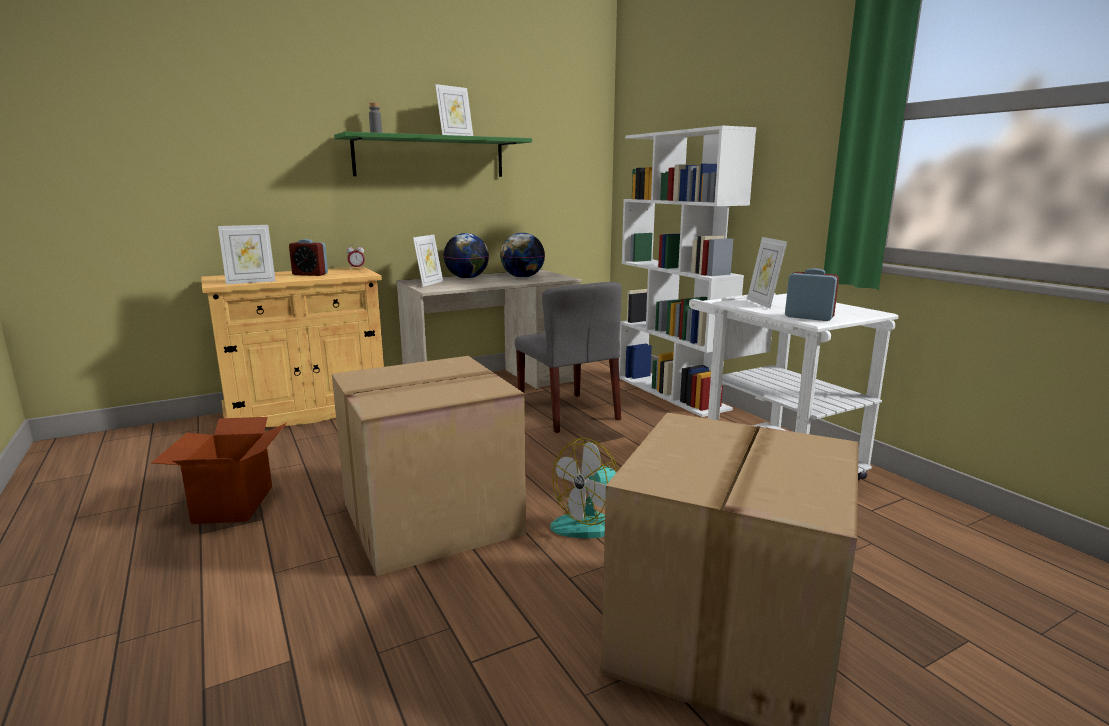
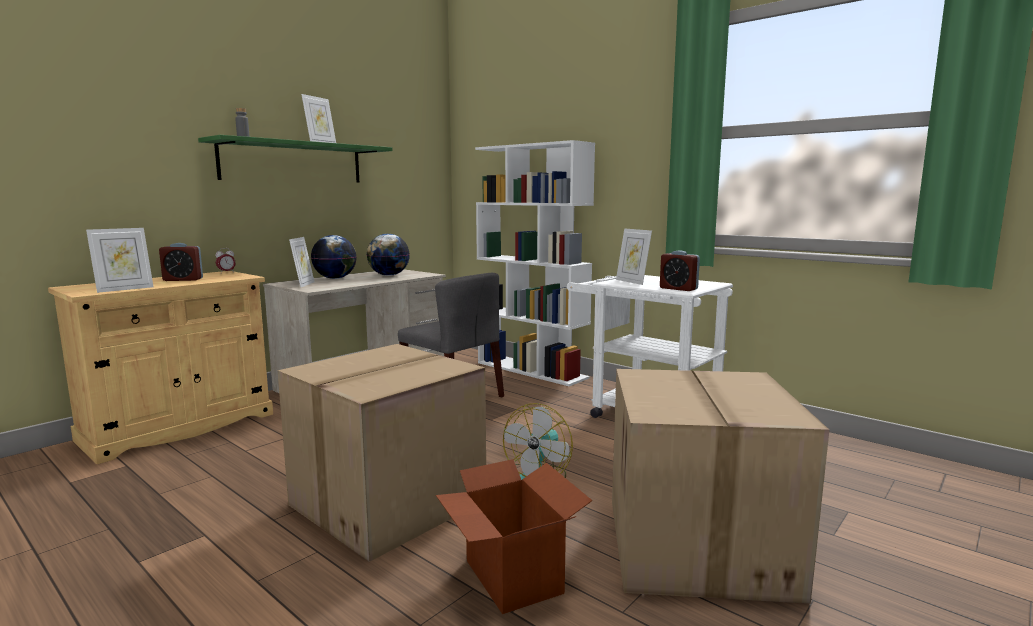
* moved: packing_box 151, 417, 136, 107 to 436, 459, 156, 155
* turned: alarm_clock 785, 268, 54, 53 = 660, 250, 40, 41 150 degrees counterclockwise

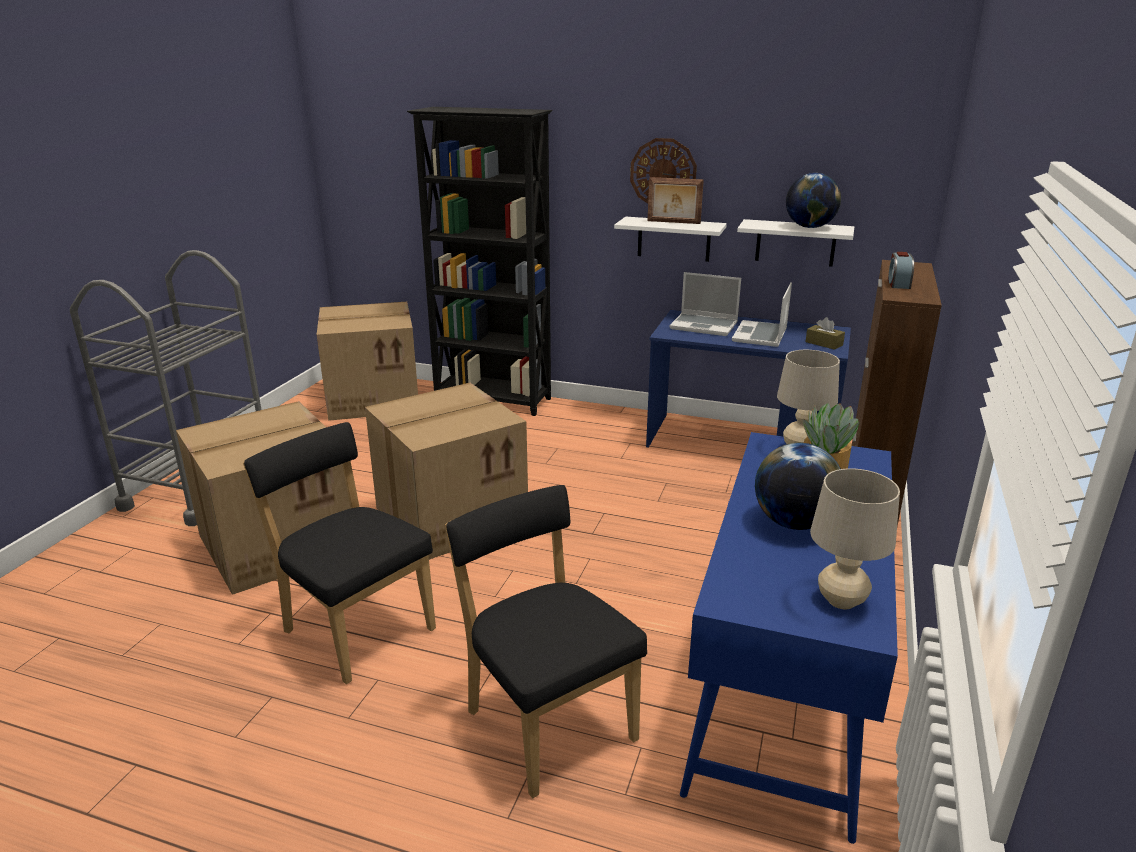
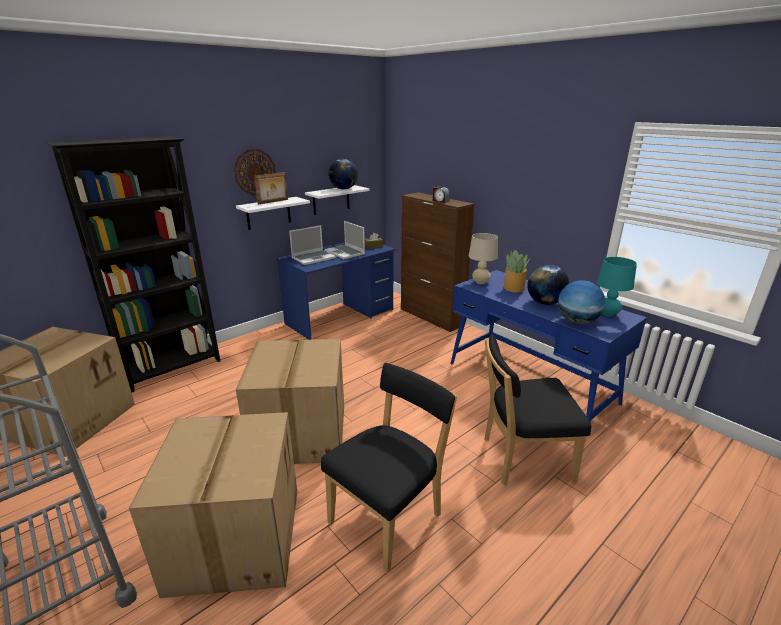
* turned: black_upright_chair 243, 422, 193, 262 = 321, 363, 136, 210 150 degrees clockwise
* recoloured: beige-coloured_table_lamp 810, 468, 90, 141 to turquoise-coloured_table_lamp 597, 257, 40, 59
* added: world_globe 558, 280, 47, 44

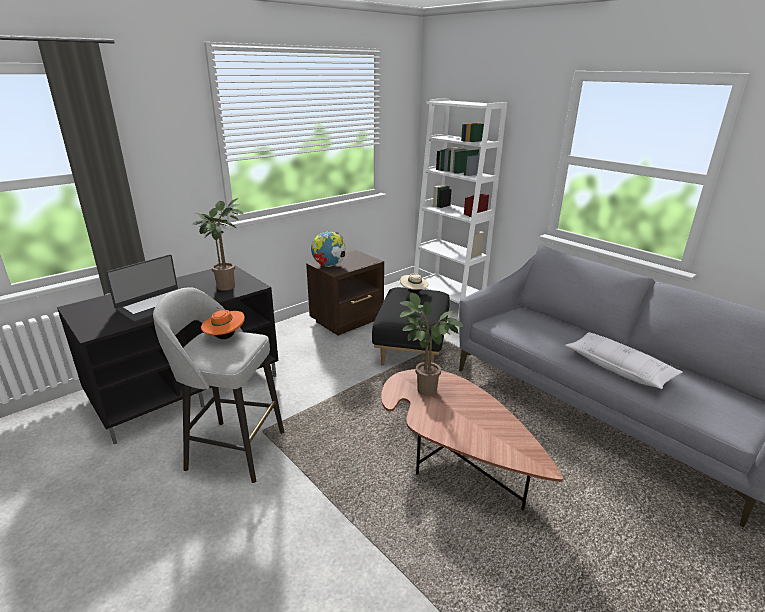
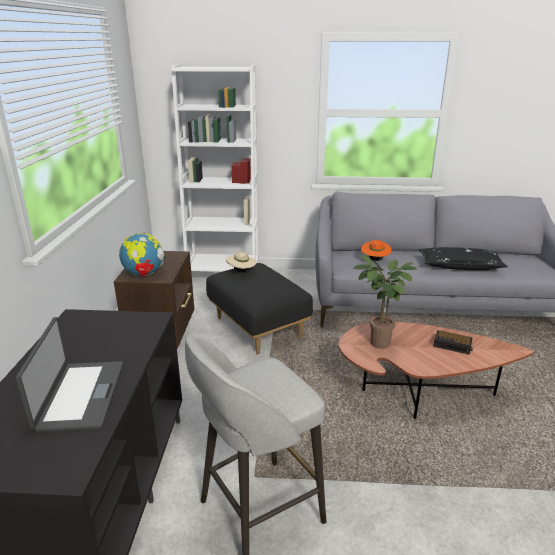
* removed: houseplant 192, 198, 52, 93
* moved: orange_hat 201, 308, 44, 31 to 361, 240, 31, 21
* recoloured: whitish_pillow 565, 332, 118, 57 to black_pillow 419, 247, 89, 23
* added: alarm_clock 433, 330, 40, 25

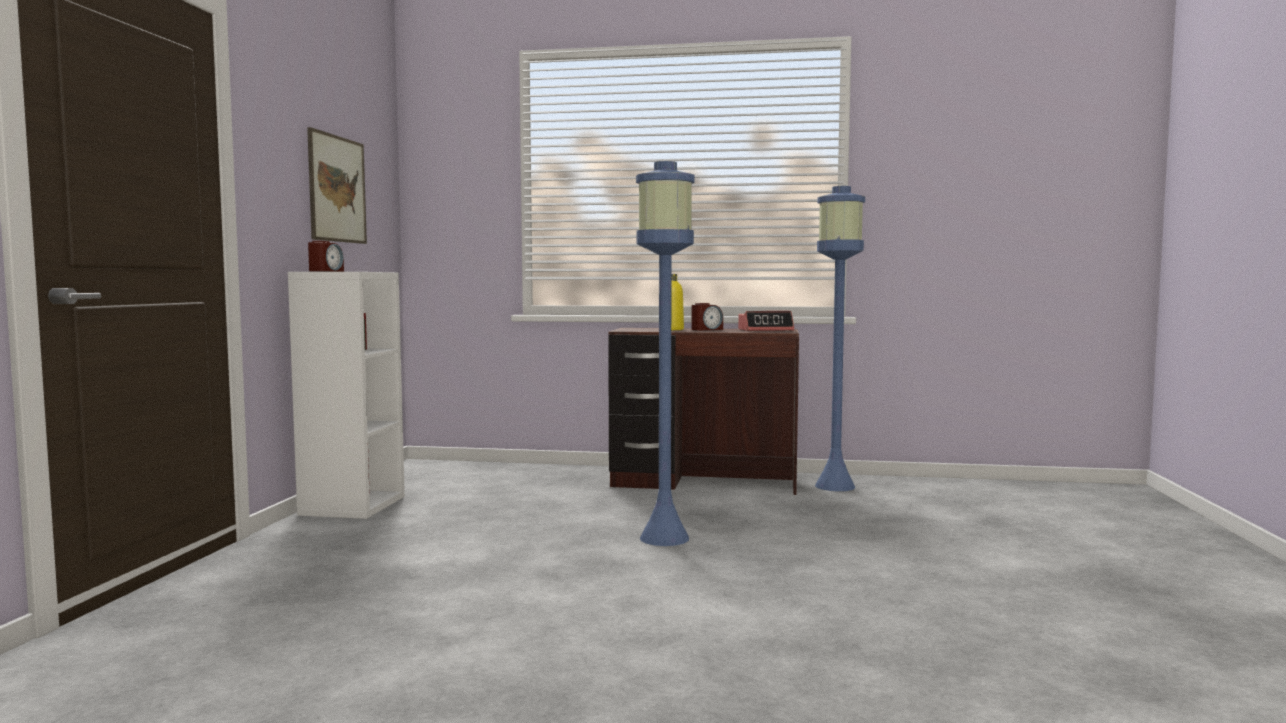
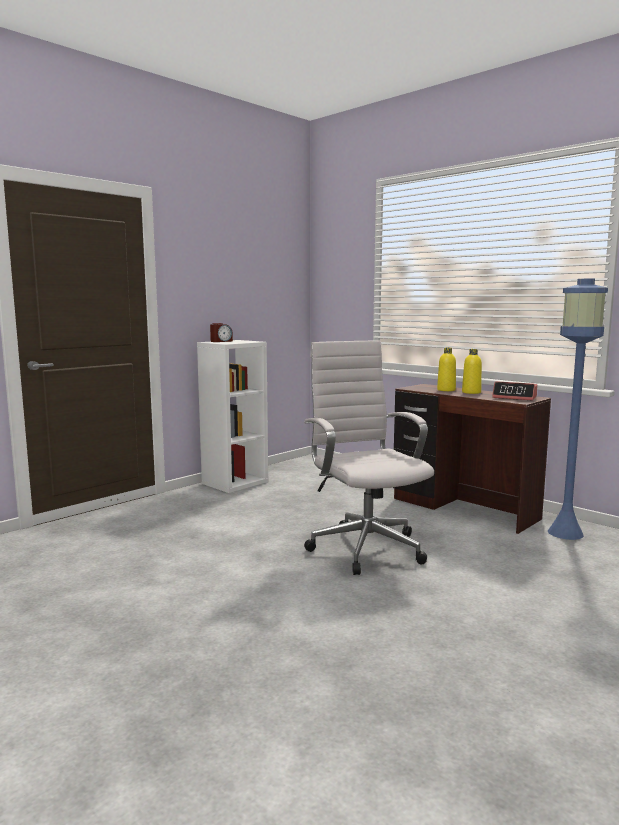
* removed: picture 307, 127, 60, 117
* replaced: blue_standard_lamp 636, 161, 59, 385 to whitish_office_chair 304, 340, 130, 235
* replaced: alarm_clock 692, 303, 31, 28 to yellow_drink_bottle 462, 349, 20, 45

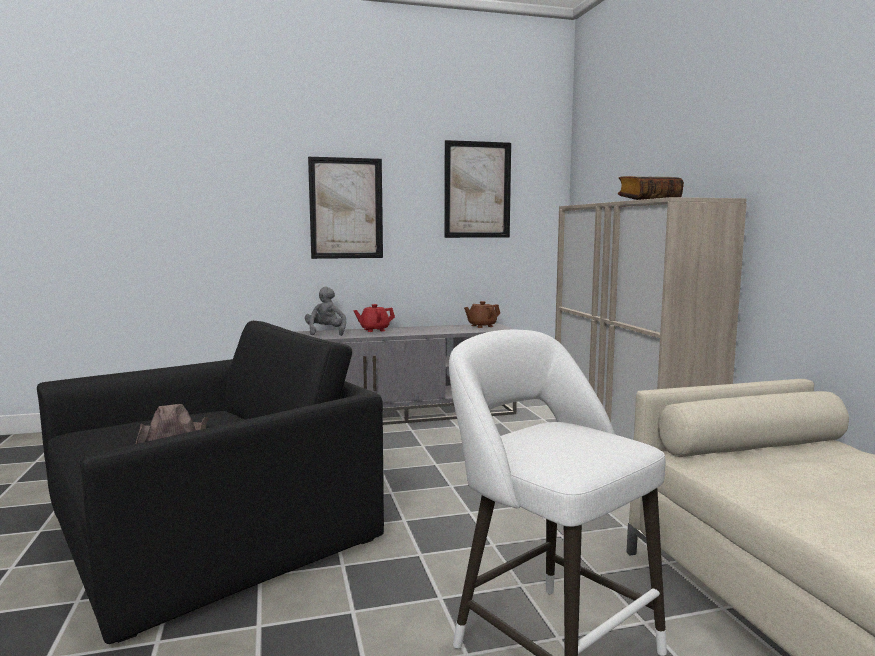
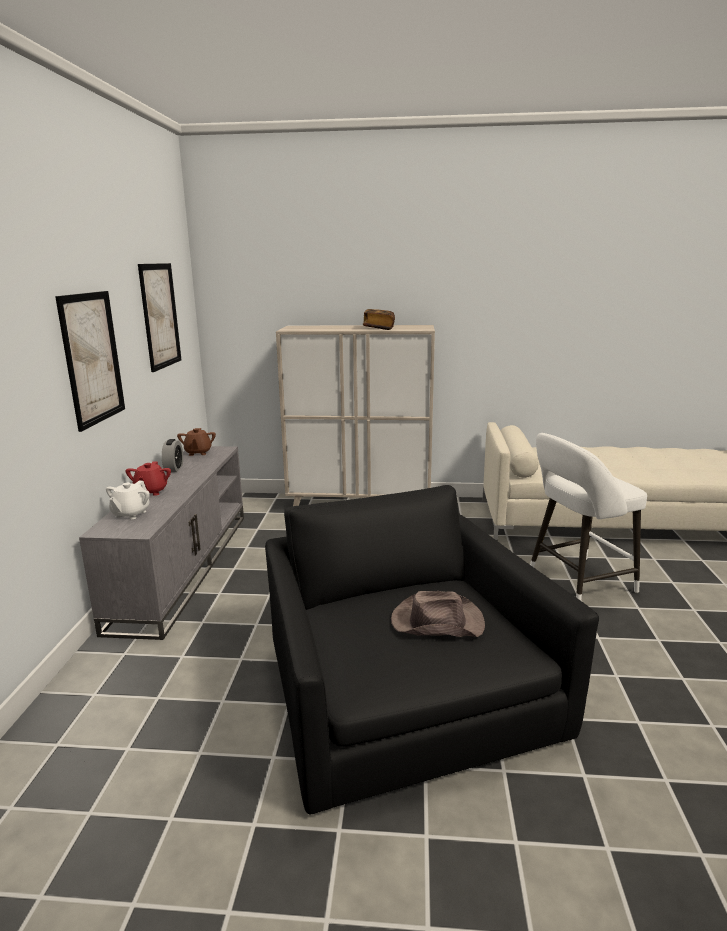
* replaced: greyish_plush_toy 305, 286, 41, 50 to whitish_teapot 106, 480, 44, 39
* added: alarm_clock 162, 439, 21, 33

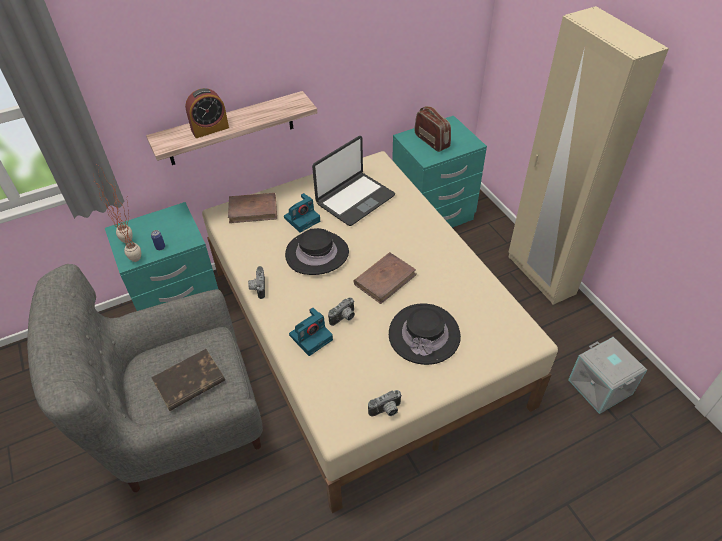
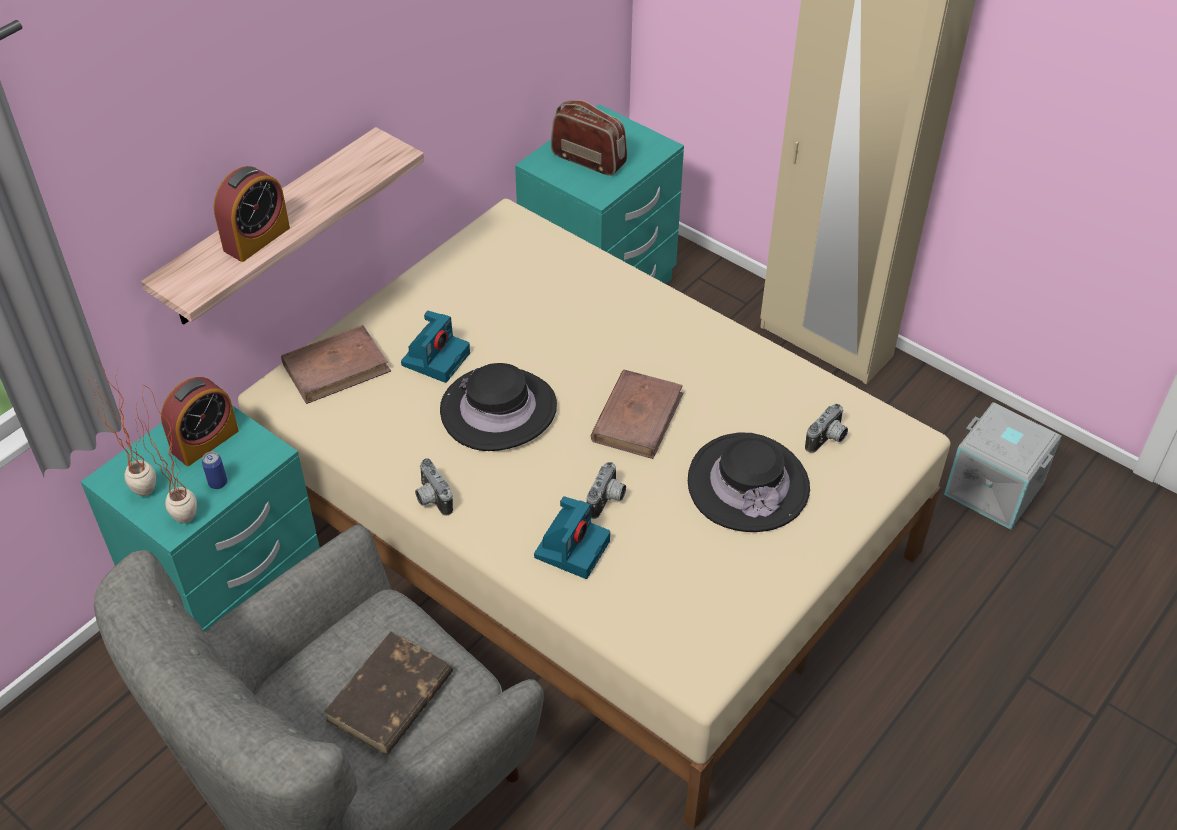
* removed: notebook_computer 312, 136, 83, 90
* moved: photo_camera 368, 390, 34, 26 to 805, 404, 43, 49
* added: alarm_clock 161, 377, 78, 89

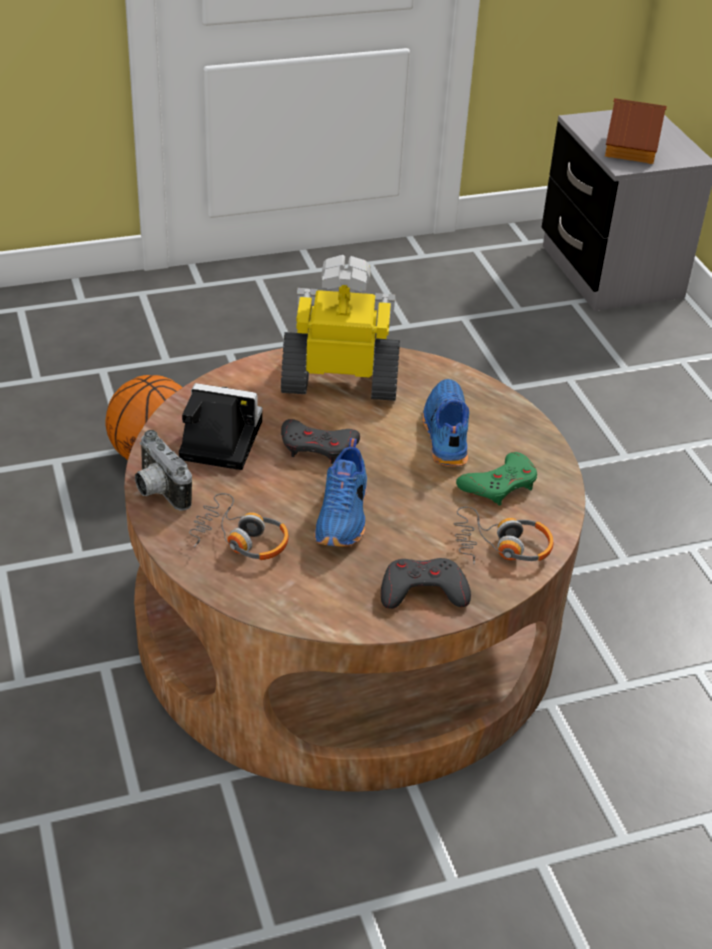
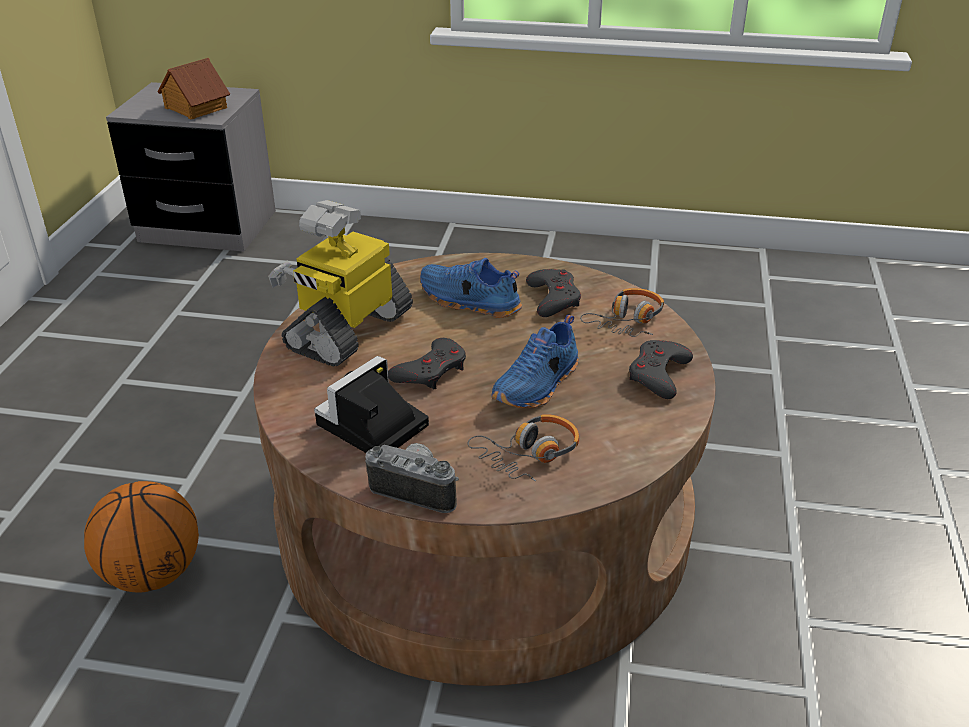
* turned: photo_camera 135, 430, 57, 81 = 366, 443, 93, 70 150 degrees counterclockwise
* turned: blue_item_of_footwear 314, 438, 53, 109 = 492, 314, 86, 94 90 degrees clockwise
* recoloured: green-coloured_joypad 456, 452, 81, 53 to greyish_joypad 526, 269, 55, 48

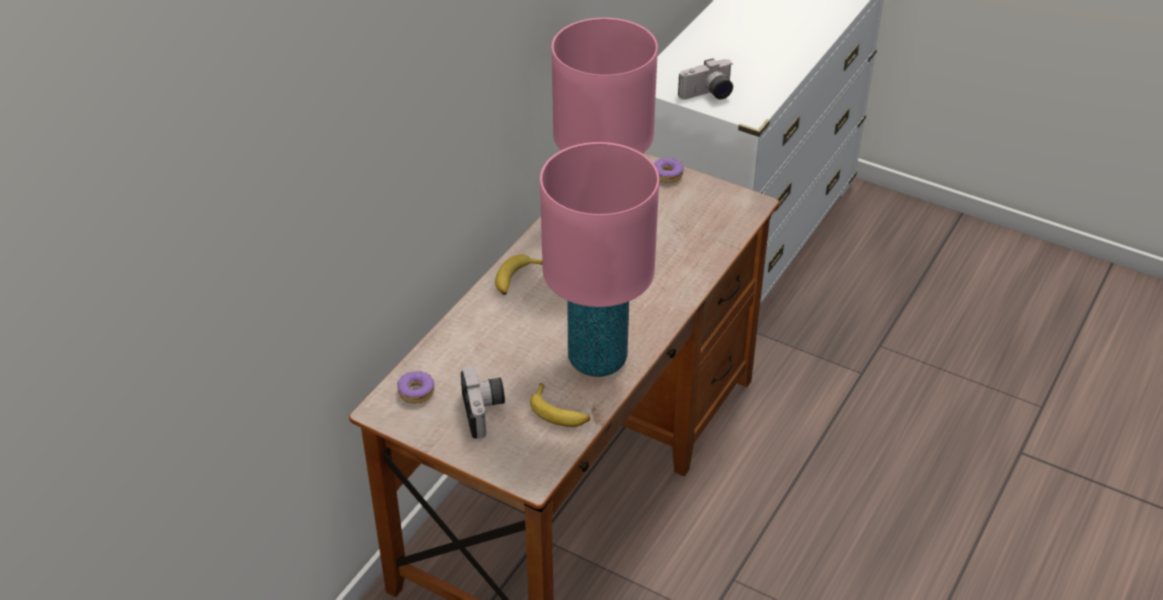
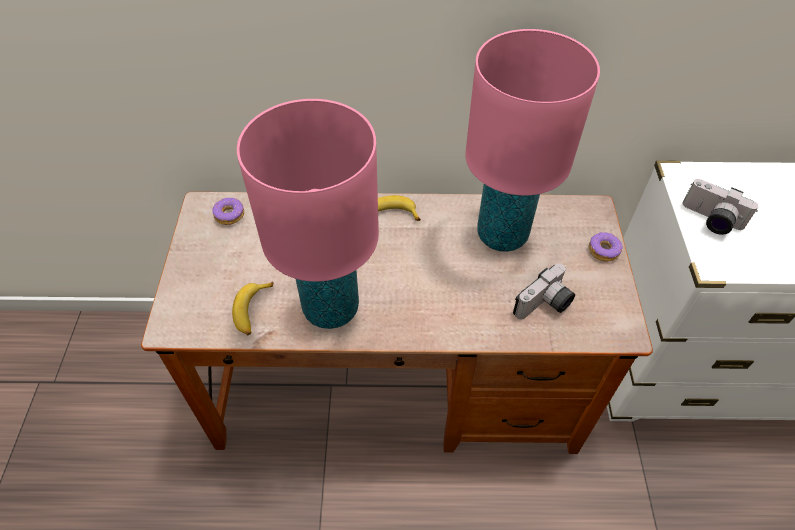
* moved: photo_camera 461, 366, 44, 73 to 513, 263, 62, 56

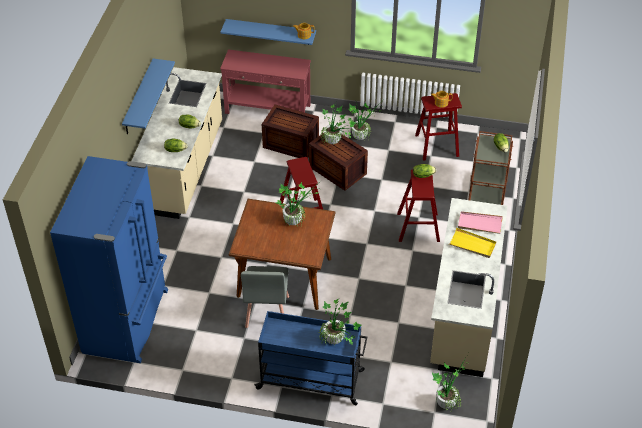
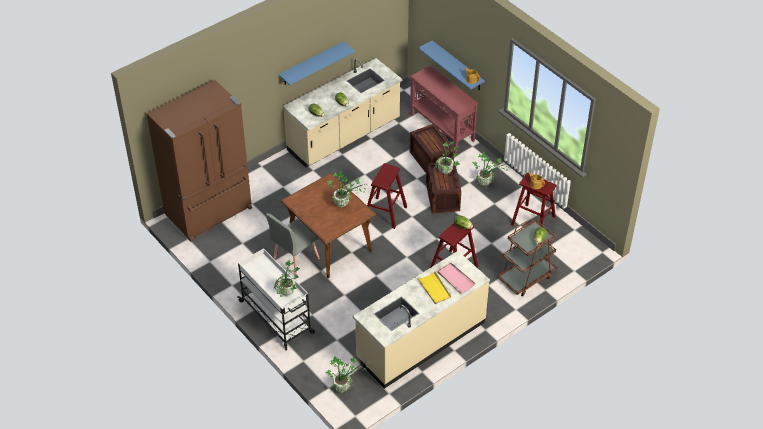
* recoloured: blue_kitchen_fridge 50, 156, 118, 207 to brown-coloured_kitchen_fridge 146, 80, 106, 162
* recoloured: blue_wheeled_cart 254, 311, 113, 94 to whitish_wheeled_cart 237, 248, 78, 102

